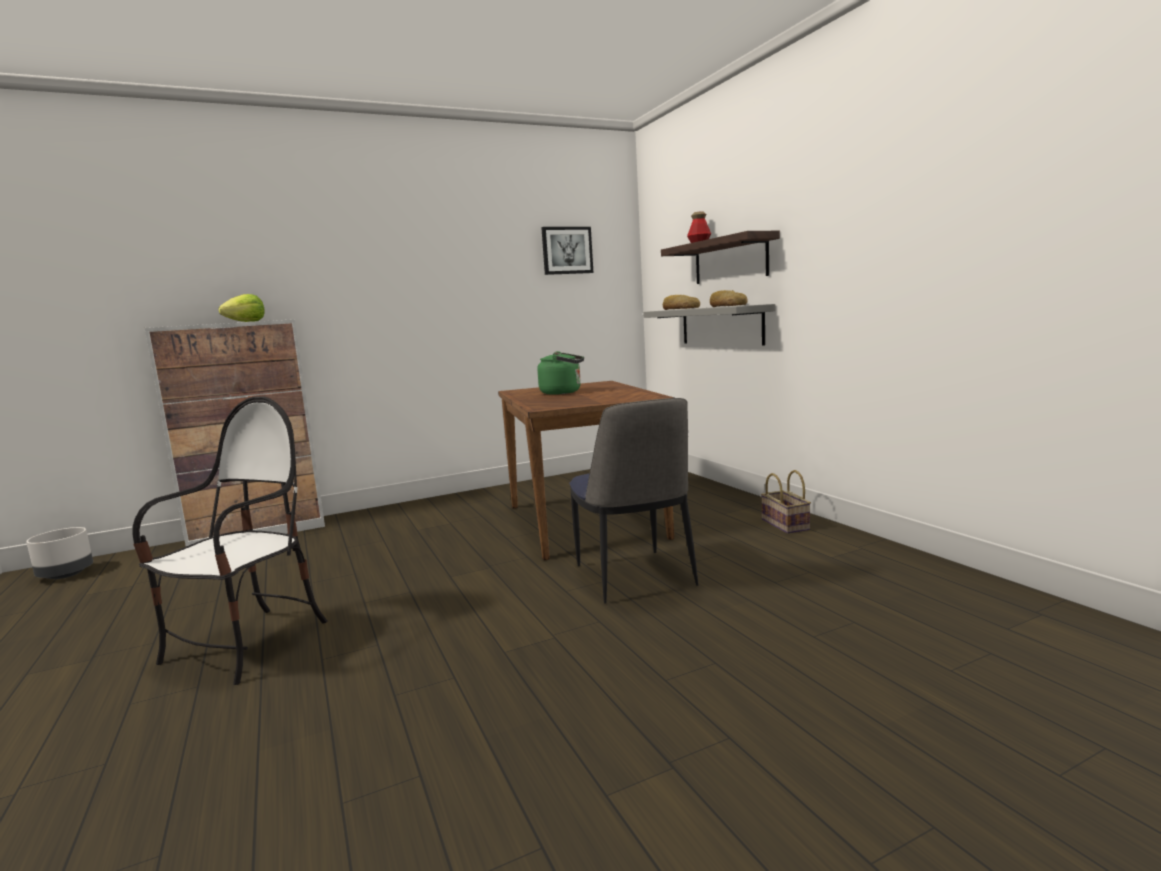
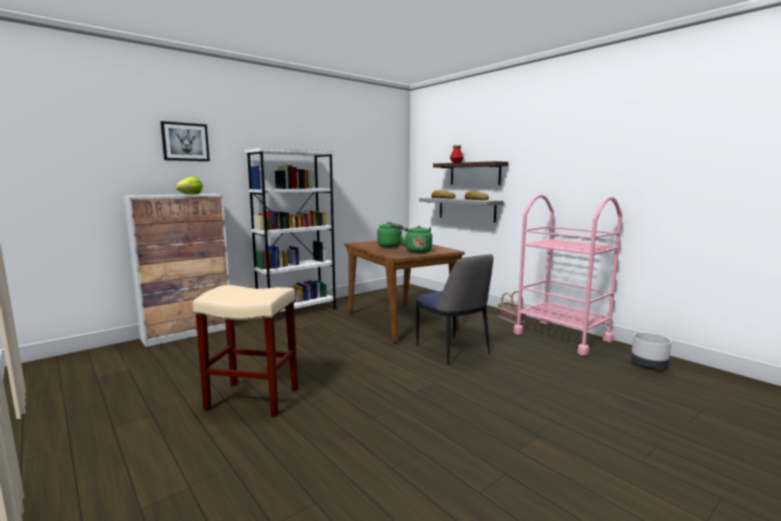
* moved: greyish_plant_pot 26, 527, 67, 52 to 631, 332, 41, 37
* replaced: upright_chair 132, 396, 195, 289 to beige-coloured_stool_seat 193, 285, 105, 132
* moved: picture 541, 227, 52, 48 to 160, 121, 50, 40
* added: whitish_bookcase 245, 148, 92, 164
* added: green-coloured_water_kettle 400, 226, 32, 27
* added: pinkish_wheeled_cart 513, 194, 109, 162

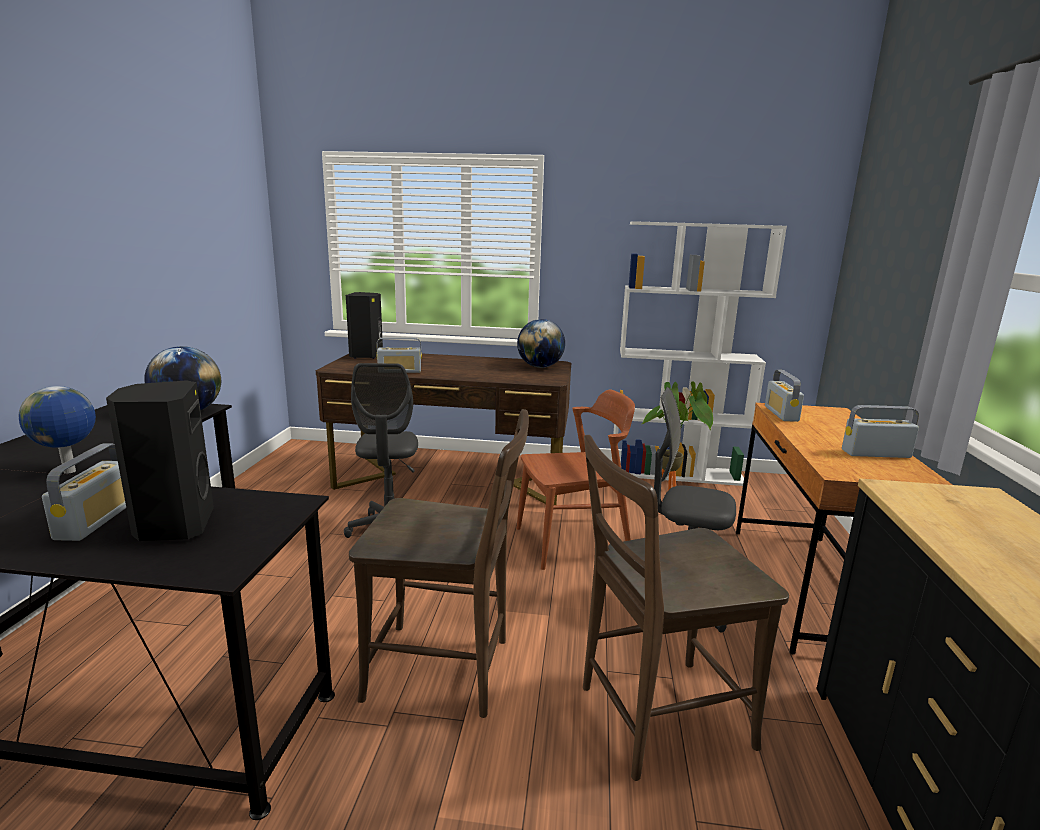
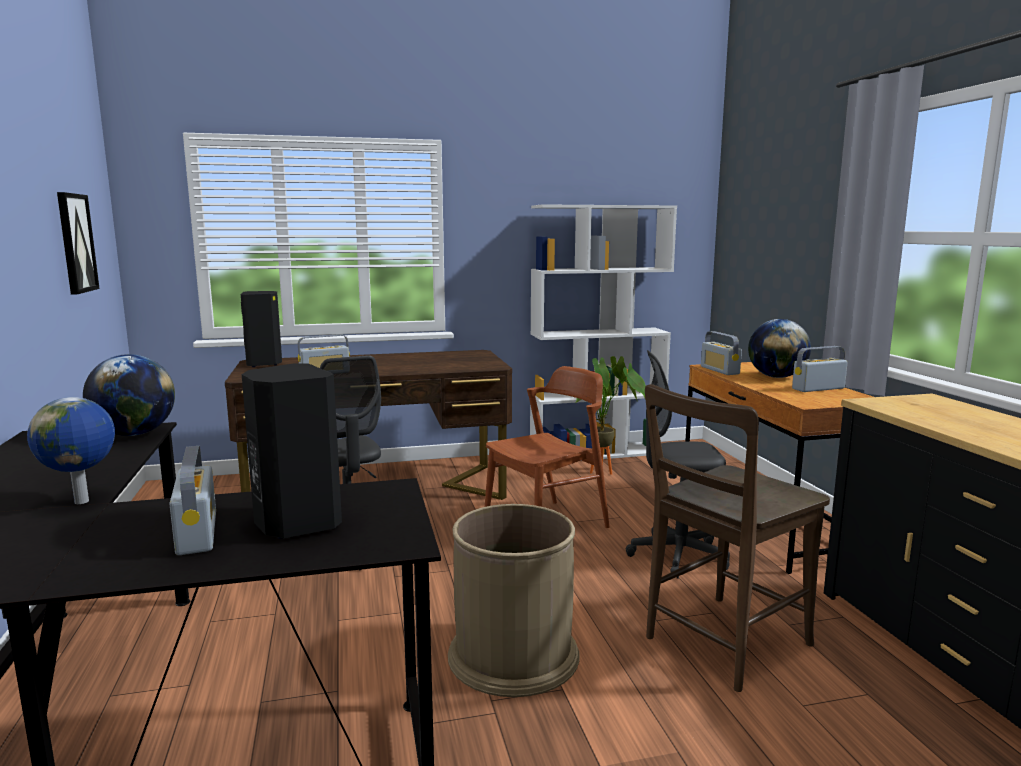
* replaced: brown-coloured_upright_chair 349, 409, 180, 309 to brown-coloured_rubbish_bin 448, 504, 132, 193
* moved: world_globe 517, 319, 48, 49 to 748, 319, 63, 59
* added: picture 57, 192, 43, 103

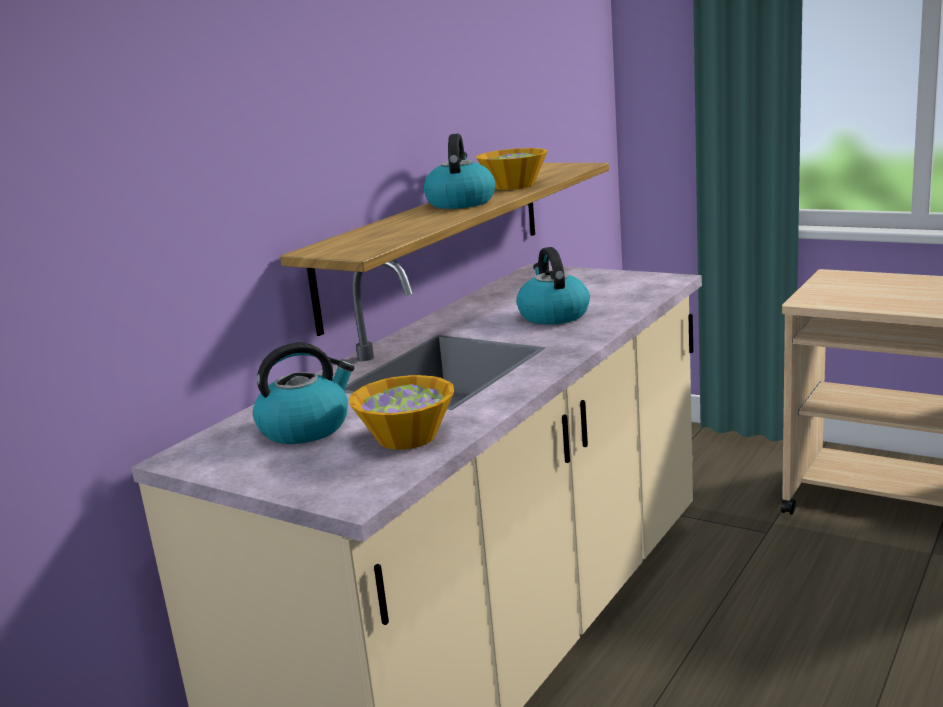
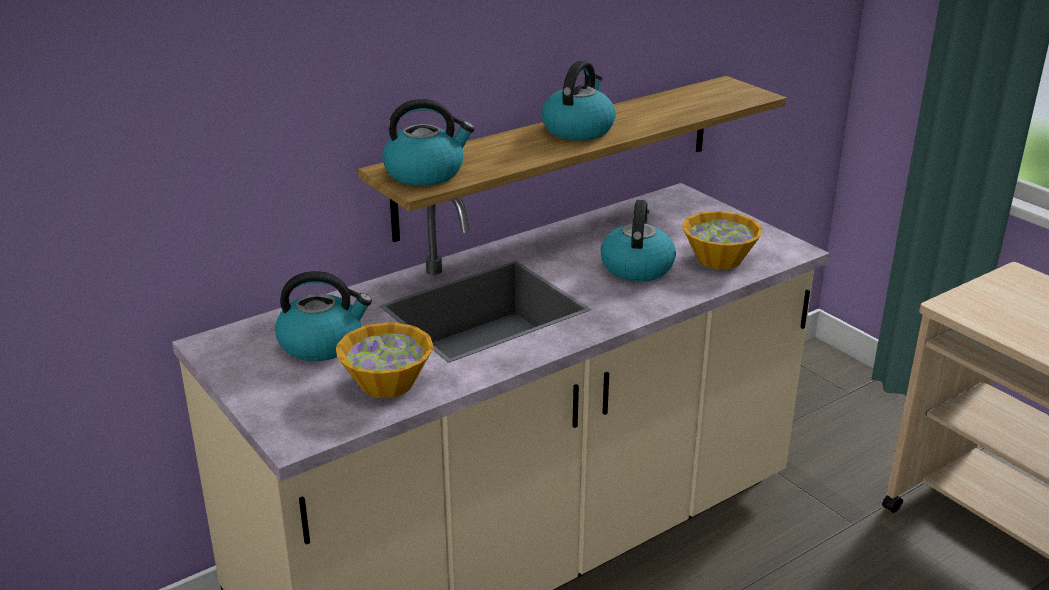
* moved: serving_bowl 476, 148, 72, 42 to 682, 211, 81, 58
* added: water_kettle 382, 99, 93, 87

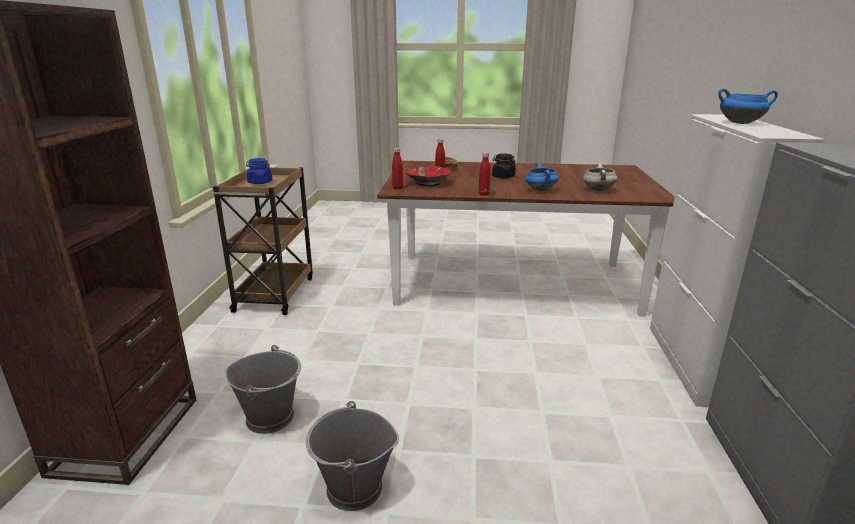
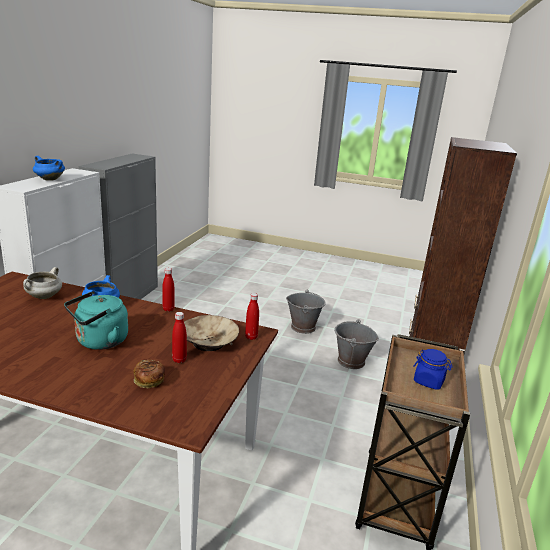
* recoloured: reddish_serving_bowl 405, 166, 47, 20 to beige-coloured_serving_bowl 184, 315, 55, 36
* replaced: black_jar 492, 154, 24, 24 to turquoise-coloured_water_kettle 64, 292, 64, 58

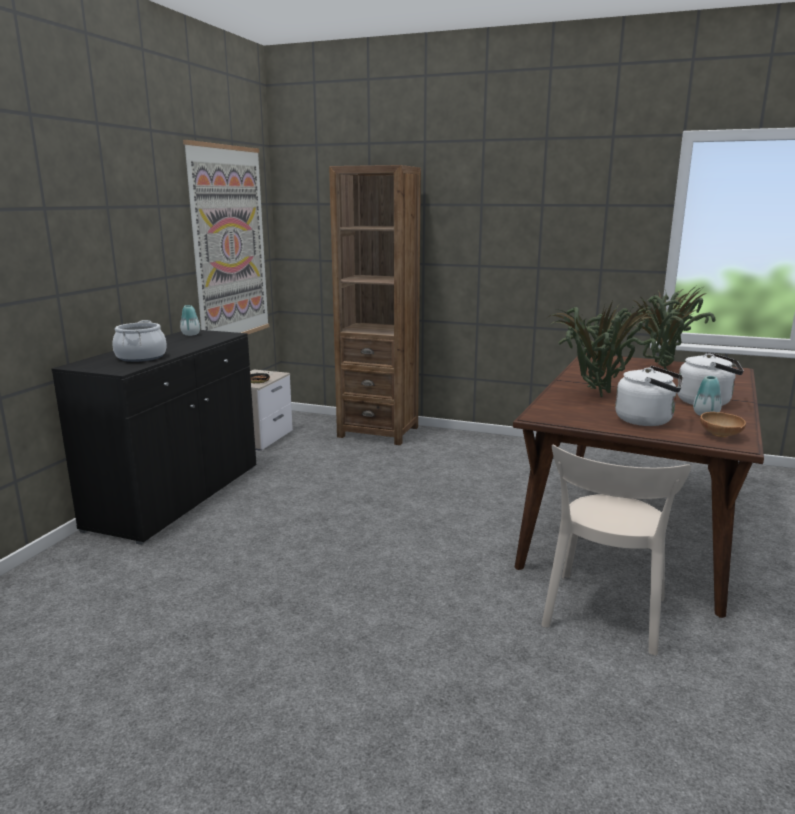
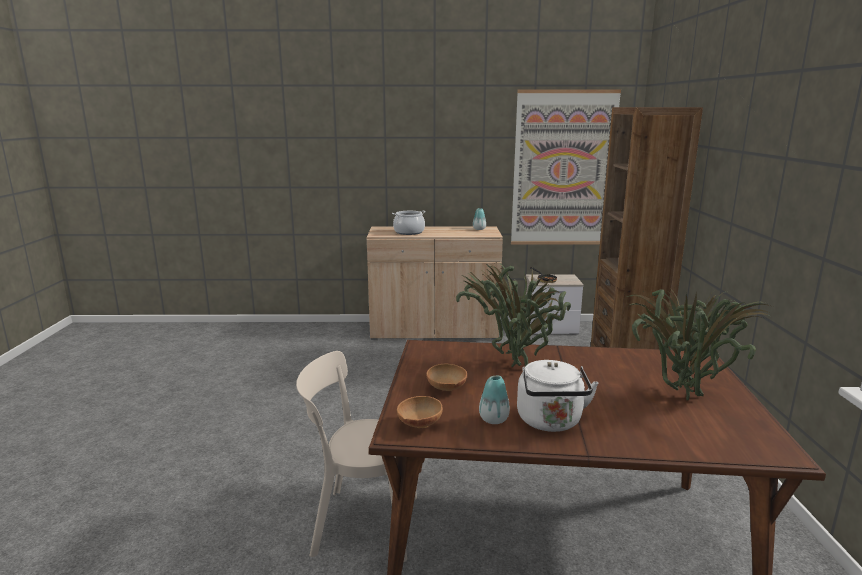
* recoloured: black_cupboard 52, 330, 204, 215 to beige-coloured_cupboard 367, 226, 136, 114
* replaced: whitish_water_kettle 615, 366, 68, 60 to brown-coloured_serving_bowl 427, 364, 40, 27

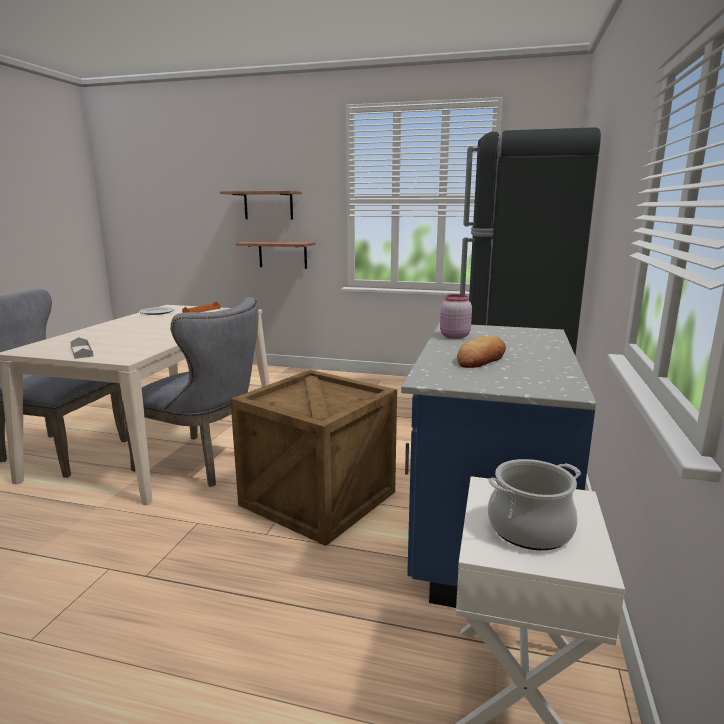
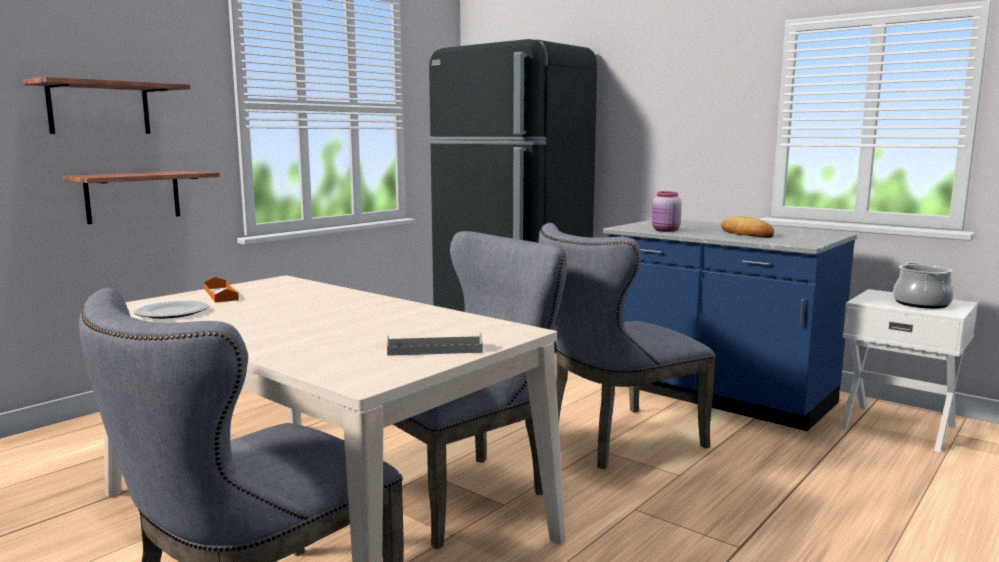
* replaced: shipping_crate 230, 370, 167, 176 to greyish_upright_chair 538, 223, 178, 246

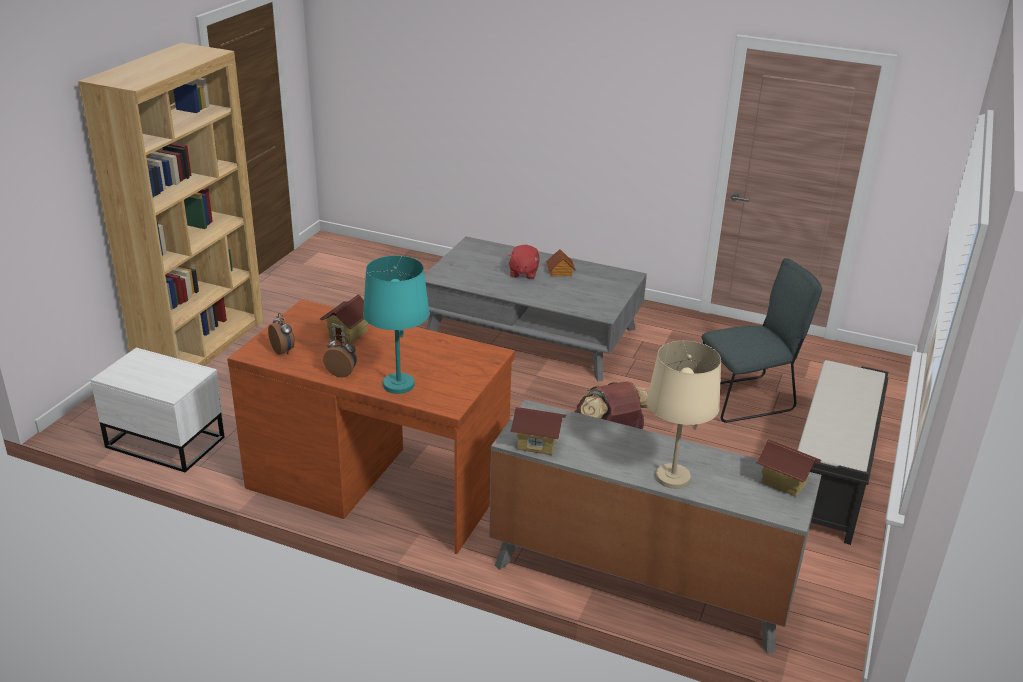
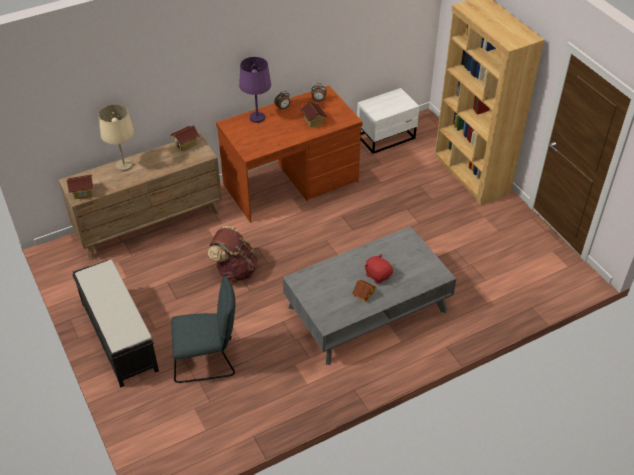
* recoloured: turquoise-coloured_table_lamp 363, 256, 67, 138 to purple-coloured_table_lamp 239, 57, 32, 66
* recoloured: greyish_chest_of_drawers 489, 400, 332, 254 to brown-coloured_chest_of_drawers 59, 134, 163, 127
* turned: greyish_upright_chair 701, 258, 121, 165 = 171, 276, 65, 107 120 degrees counterclockwise

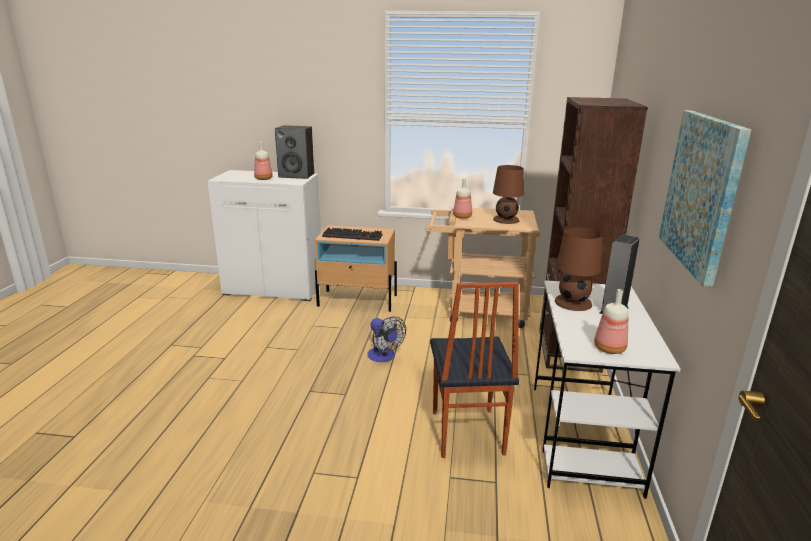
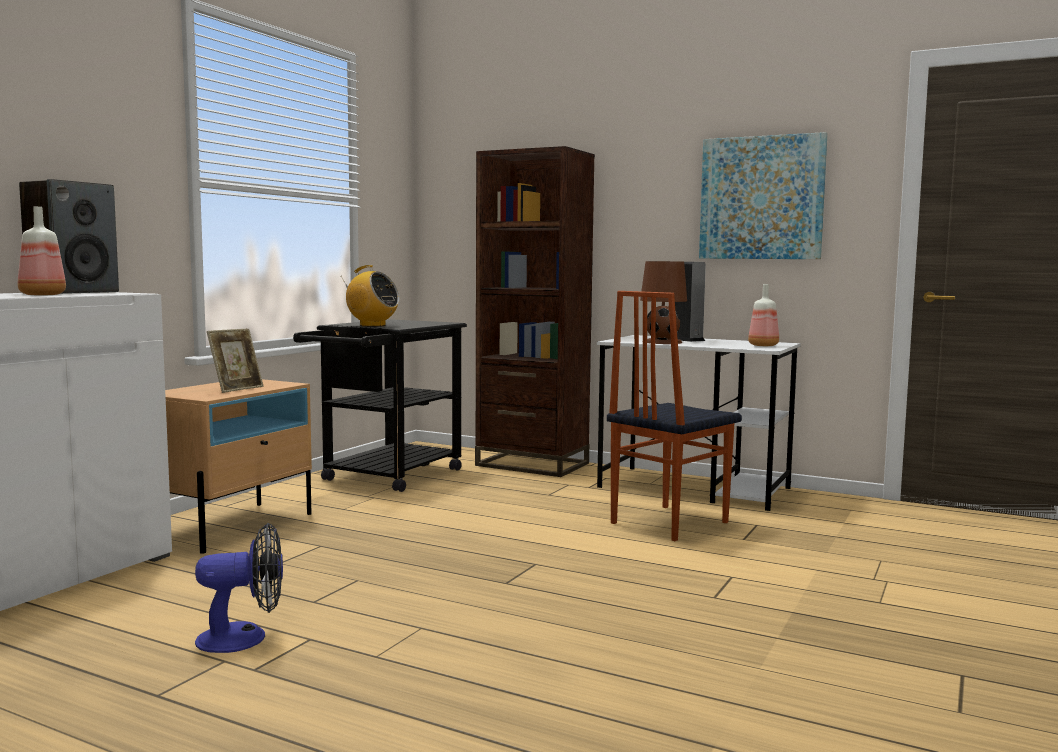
* replaced: keyboard 322, 227, 61, 14 to photo_frame 207, 329, 57, 64
* moved: electric_fan 367, 316, 39, 46 to 195, 523, 88, 130
* recoloured: beige-coloured_wheeled_cart 426, 208, 114, 120 to black_wheeled_cart 293, 319, 174, 173
* turned: upright_chair 430, 282, 89, 176 = 607, 291, 135, 250 120 degrees clockwise
* replaced: drink_bottle 453, 179, 19, 40 to radio_receiver 341, 265, 58, 62
* removed: brown-coloured_table_lamp 493, 165, 31, 59

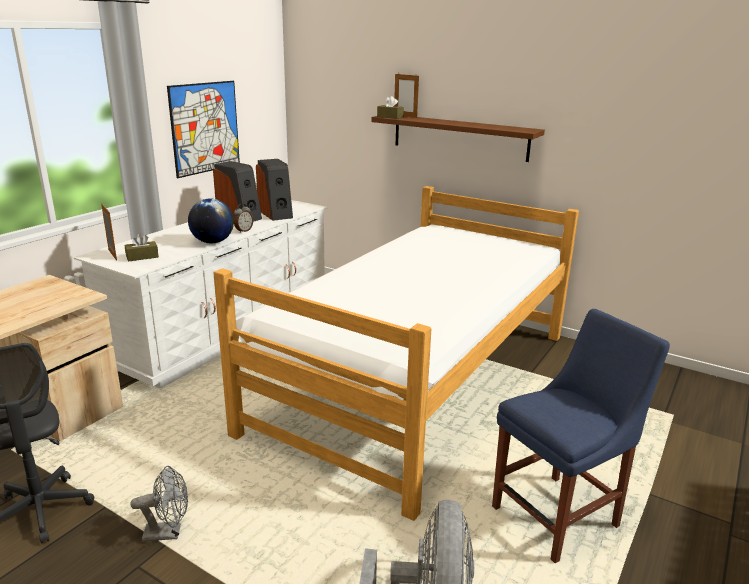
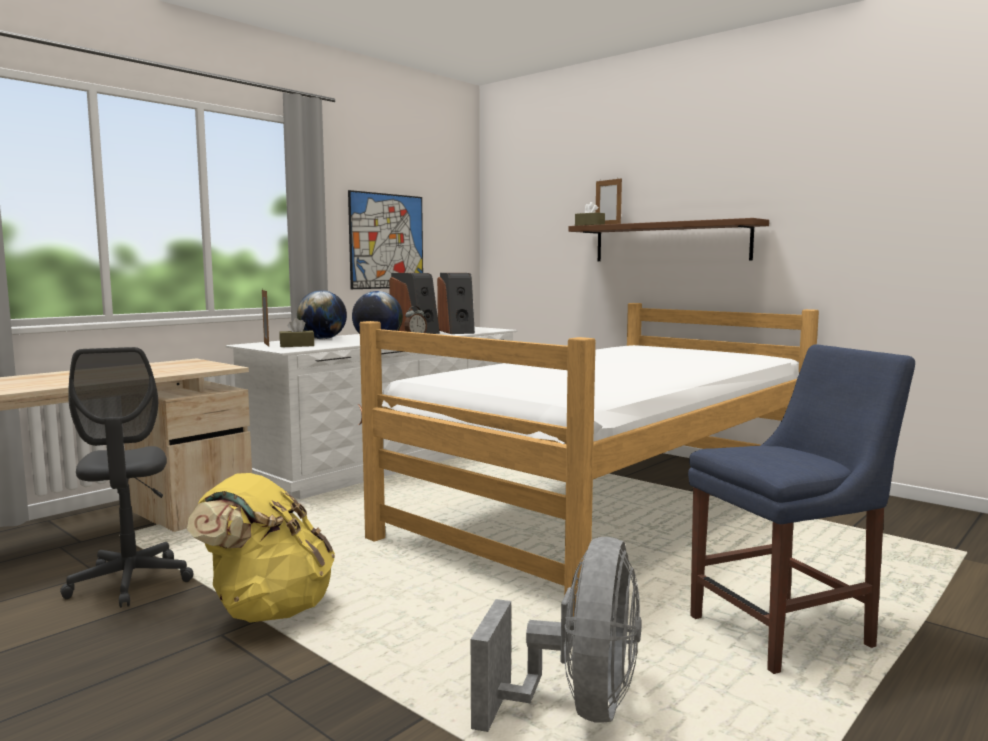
* replaced: greyish_electric_fan 130, 466, 58, 76 to yellow_backpack 187, 473, 148, 150
* added: world_globe 297, 290, 50, 49

